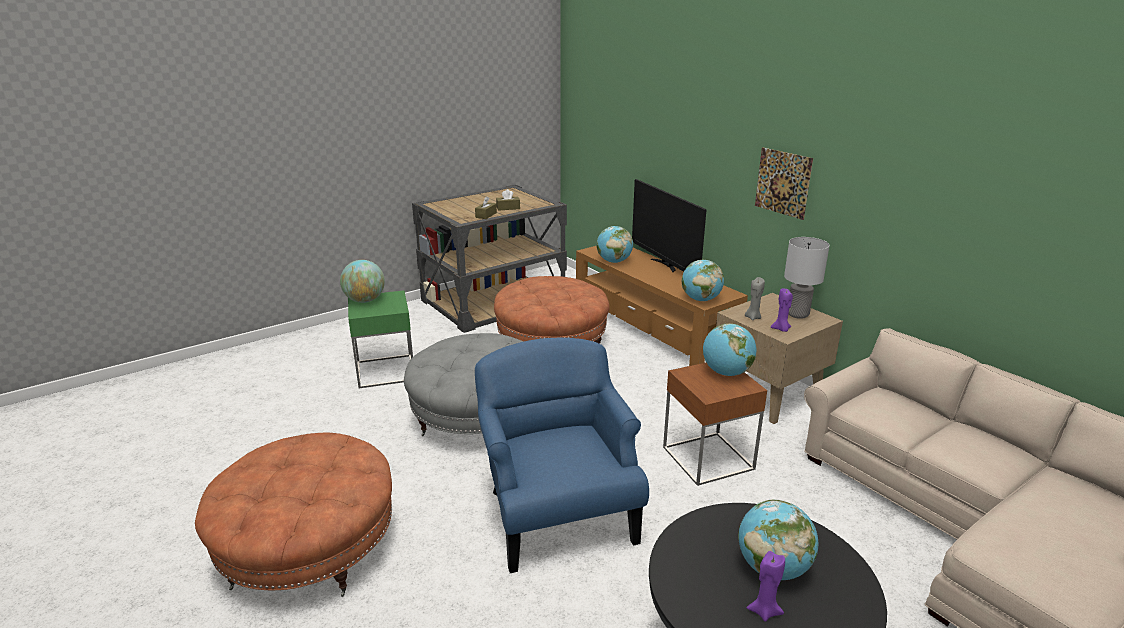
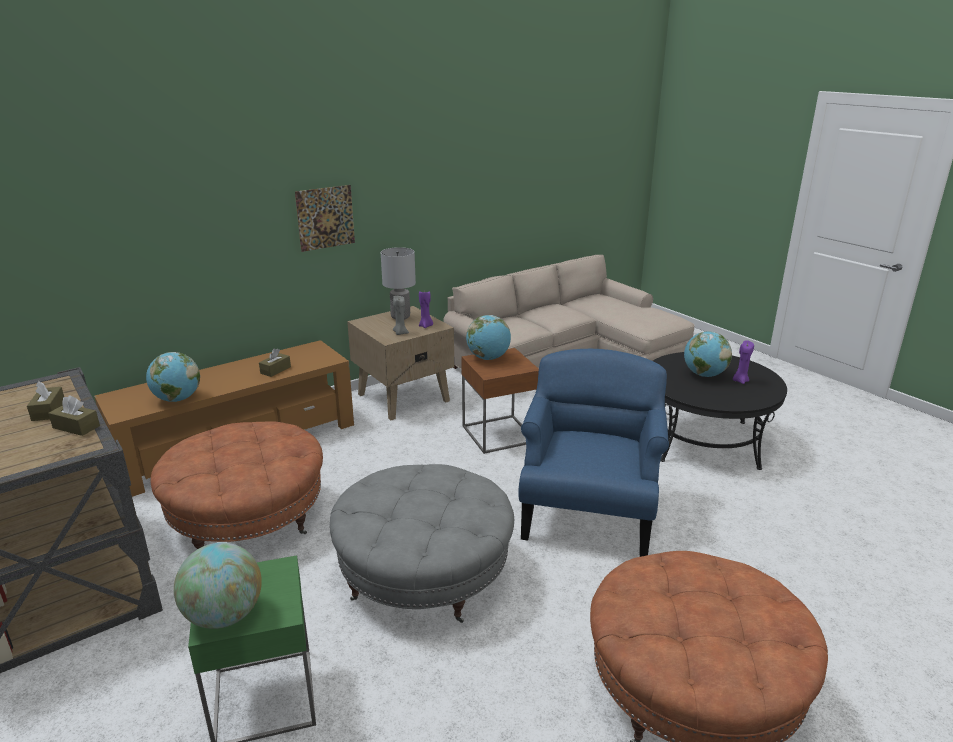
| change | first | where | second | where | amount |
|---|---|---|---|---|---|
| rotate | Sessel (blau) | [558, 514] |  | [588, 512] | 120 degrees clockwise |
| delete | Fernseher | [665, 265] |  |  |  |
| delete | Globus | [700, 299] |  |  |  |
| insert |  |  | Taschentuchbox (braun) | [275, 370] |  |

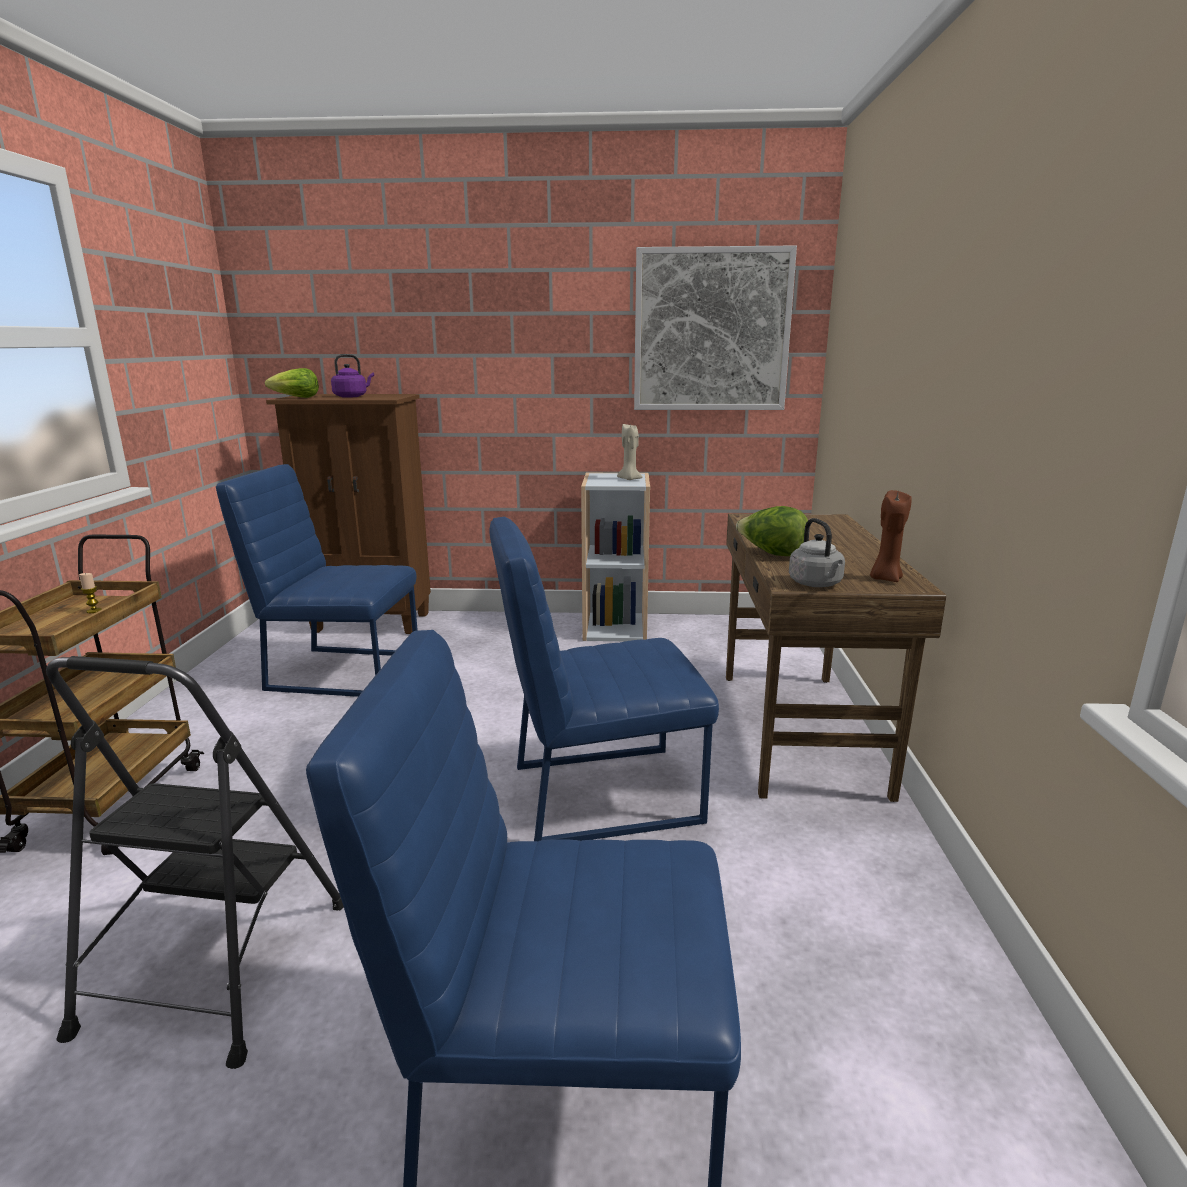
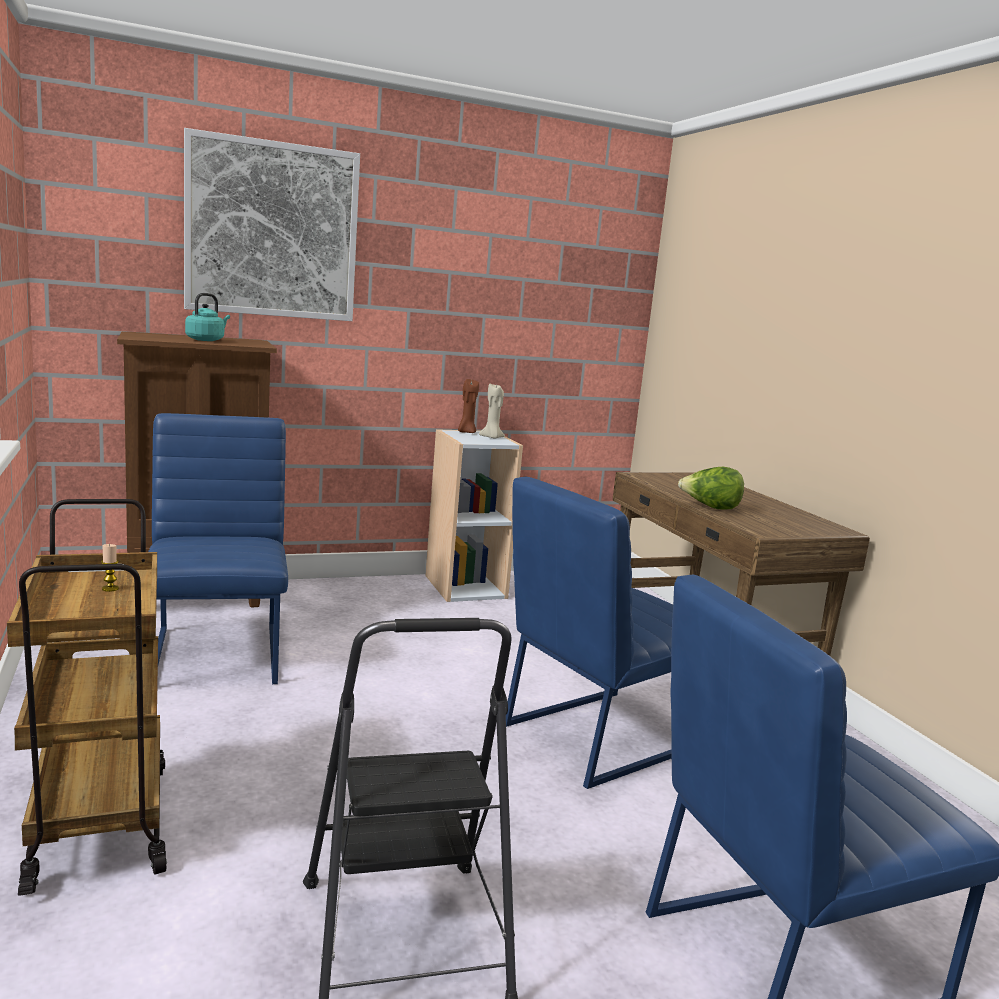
| change | first | where | second | where | amount |
|---|---|---|---|---|---|
| rotate | Stuhl (blau) | [341, 671] |  | [218, 653] | 90 degrees clockwise |
| delete | Salatkopf | [295, 397] |  |  |  |
| recolor | Wasserkessel (lila) | [352, 396] | Wasserkessel (türkis) | [206, 340] |  |
| move | Bild | [711, 330] |  | [272, 230] |  |
| delete | Wasserkessel (grau) | [816, 584] |  |  |  |
| move | Kerze (braun) | [885, 578] |  | [466, 432] |  |

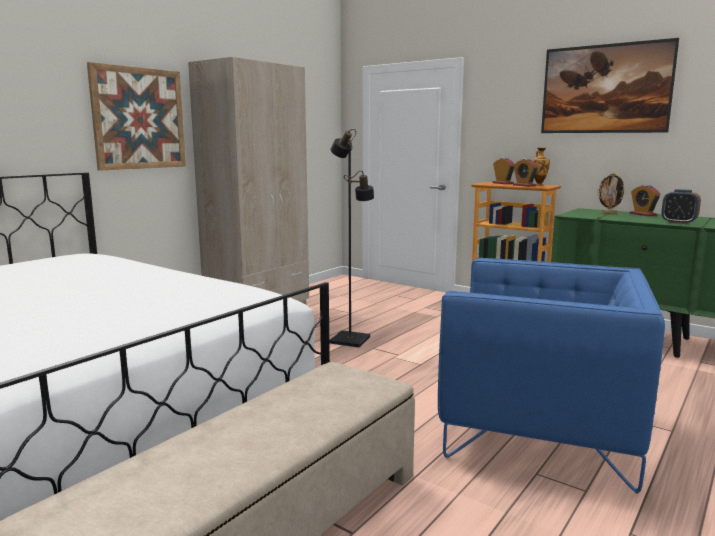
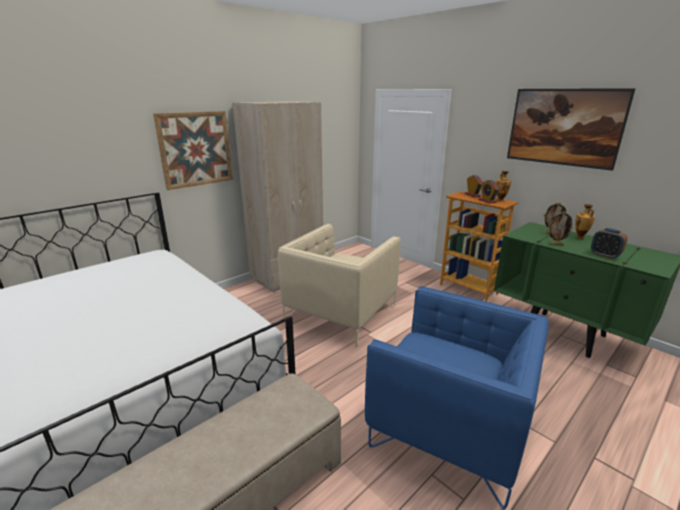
| change | first | where | second | where | amount |
|---|---|---|---|---|---|
| replace | Stehlampe (schwarz) | [350, 340] | Sessel (beige) | [341, 313] |  |
| replace | Wecker | [643, 214] | Vase | [580, 237] |  |
| insert |  |  | Bilderrahmen | [556, 245] |  |

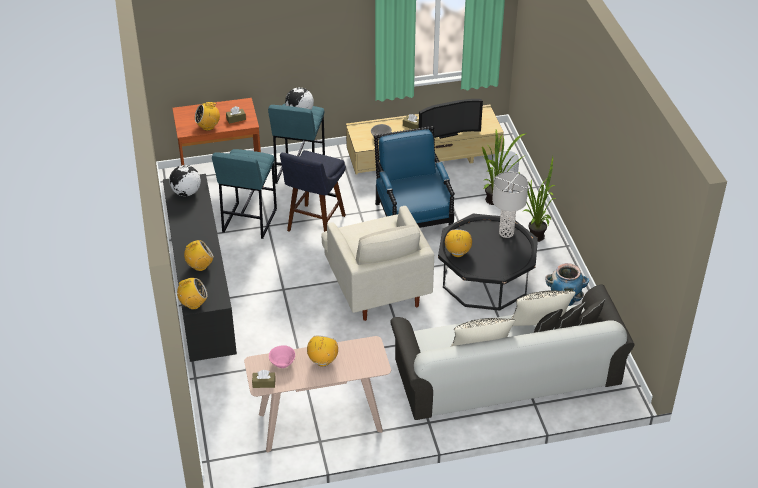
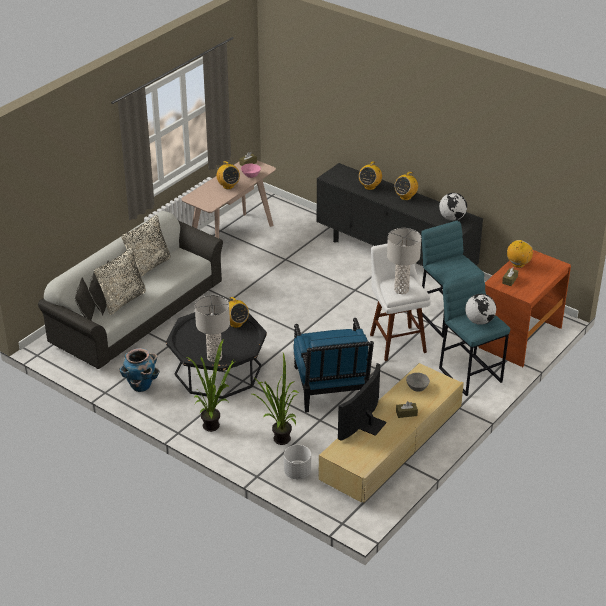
| change | first | where | second | where | amount |
|---|---|---|---|---|---|
| move | Radio | [193, 304] |  | [405, 197] |  |
| recolor | Hocker (blau) | [314, 225] | Hocker (weiß) | [396, 341] |  |
| delete | Sessel (beige) | [377, 287] |  |  |  |
| rotate | Sessel (blau) | [413, 217] |  | [331, 388] | 45 degrees clockwise |
| insert |  |  | Tischlampe (weiß) | [401, 290] |  |

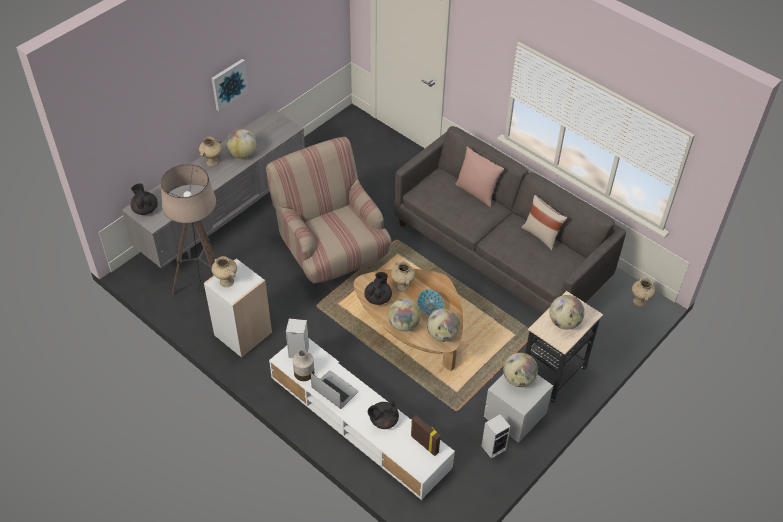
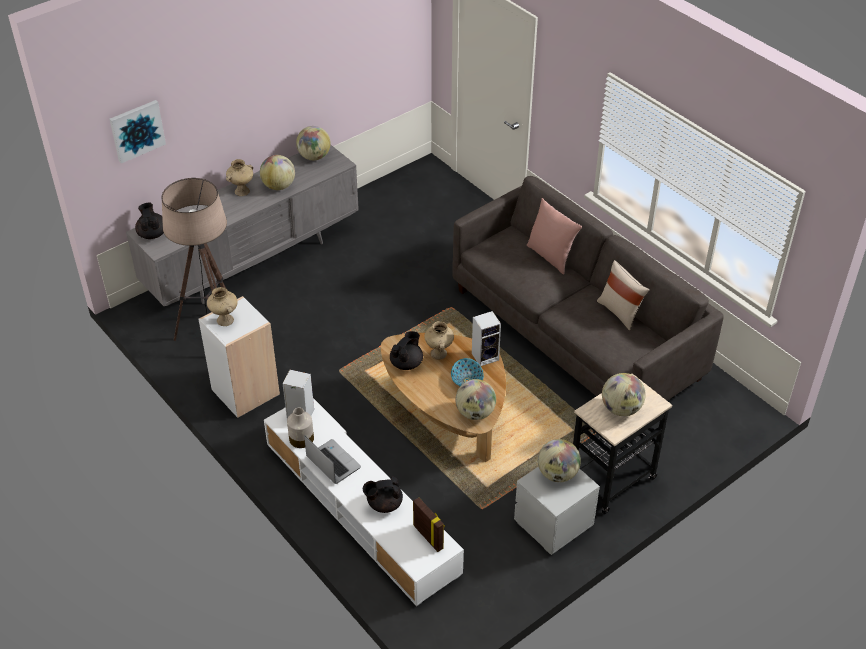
| change | first | where | second | where | amount |
|---|---|---|---|---|---|
| move | Bild | [229, 84] |  | [137, 130] |  |
| delete | Sessel (beige) | [331, 253] |  |  |  |
| move | Globus | [403, 325] |  | [314, 157] |  |
| move | Lautsprecher | [494, 447] |  | [486, 356] |  |
| delete | Vase (beige) | [639, 302] |  |  |  |

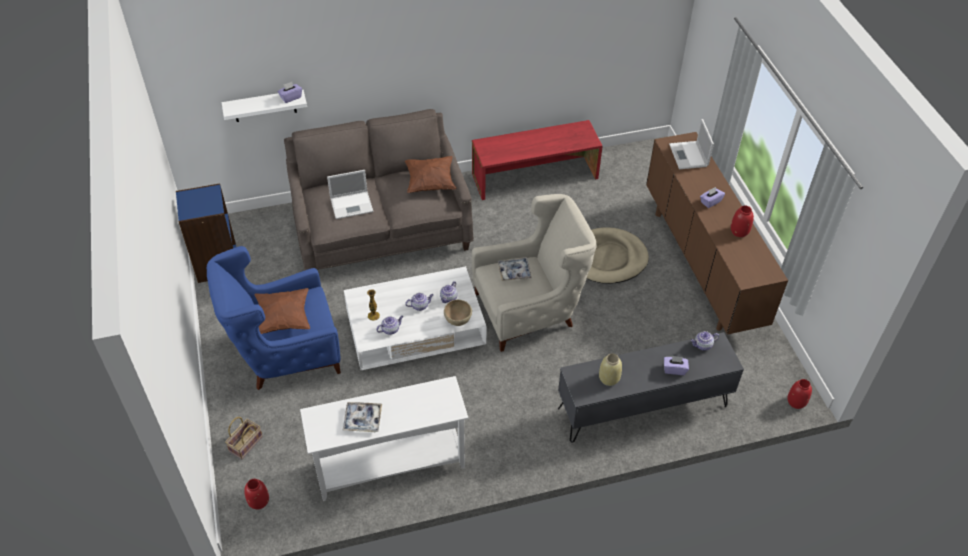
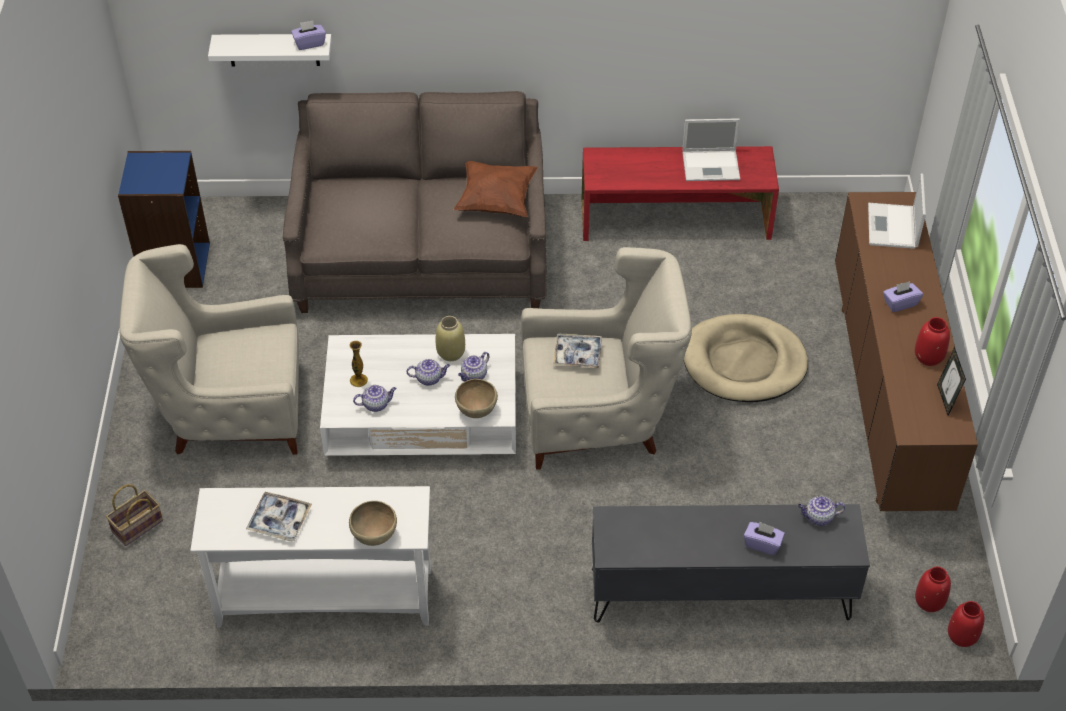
| change | first | where | second | where | amount |
|---|---|---|---|---|---|
| recolor | Sessel (blau) | [286, 354] | Sessel (beige) | [230, 412] |  |
| move | Vase (rot) | [258, 501] |  | [929, 602] |  |
| delete | Kissen (braun) | [283, 319] |  |  |  |
| move | Laptop | [352, 205] |  | [712, 165] |  |
| move | Vase (beige) | [609, 378] |  | [451, 352] |  |
| insert |  |  | Schüssel (braun) | [374, 536] |  |
| insert |  |  | Bilderrahmen | [945, 399] |  |

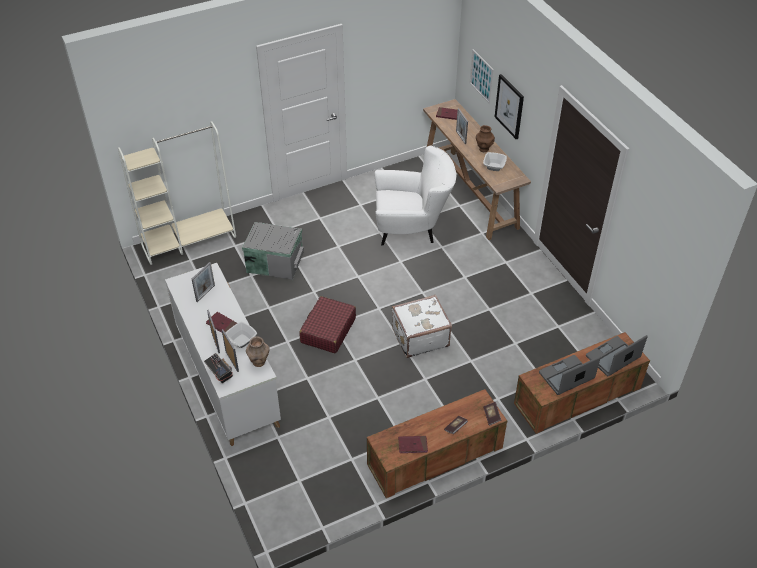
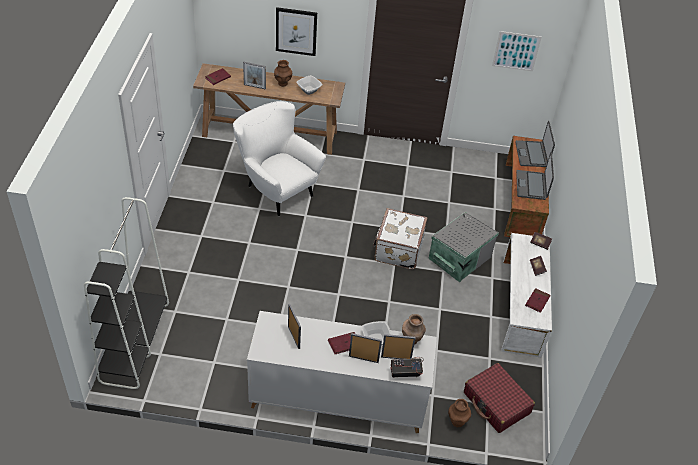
| change | first | where | second | where | amount |
|---|---|---|---|---|---|
| recolor | Kleiderständer (beige) | [189, 243] | Kleiderständer (schwarz) | [135, 343] |  |
| move | Aufbewahrungsbox (grau) | [274, 261] |  | [458, 258] |  |
| move | Koffer (rot) | [328, 330] |  | [496, 403] |  |
| recolor | Bank (braun) | [435, 457] | Bank (weiß) | [522, 307] |  |
| rotate | Sessel (weiß) | [411, 230] |  | [276, 189] | 75 degrees counterclockwise |
| move | Bild | [481, 76] |  | [516, 51] |  |
| insert |  |  | Vase (braun) | [457, 422] |  |

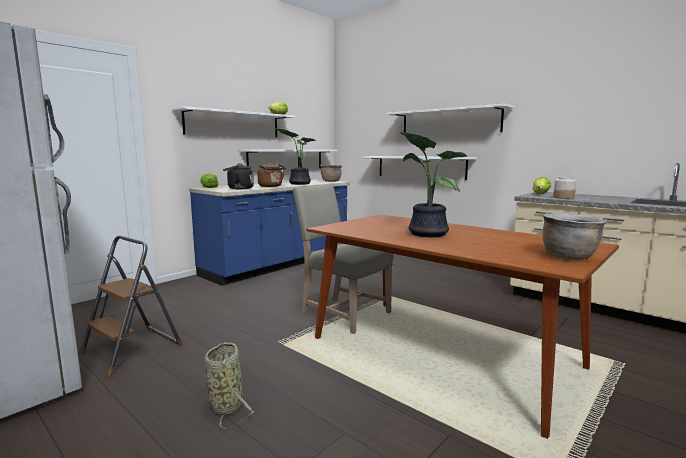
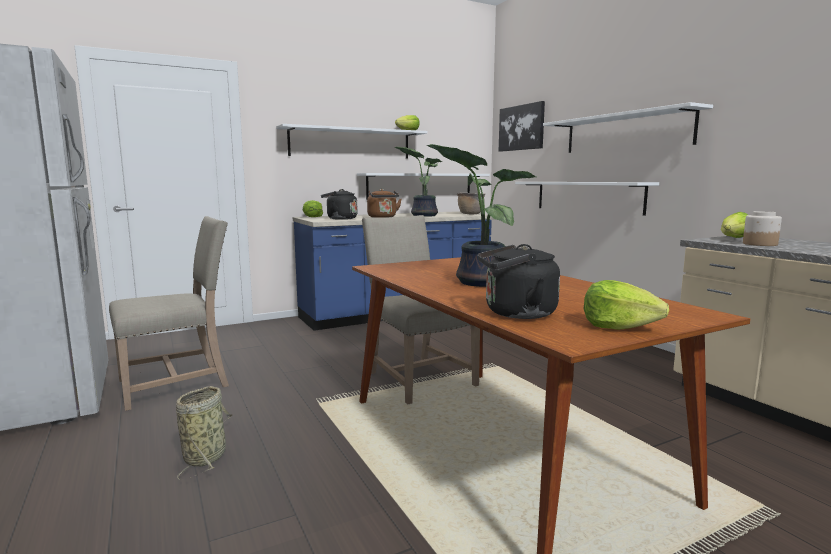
| change | first | where | second | where | amount |
|---|---|---|---|---|---|
| replace | Trittleiter (braun) | [135, 348] | Stuhl (beige) | [177, 383] |  |
| replace | Kochtopf (braun) | [568, 257] | Salatkopf | [618, 326] |  |
| insert |  |  | Wasserkessel (schwarz) | [516, 313] |  |
| insert |  |  | Bild | [521, 127] |  |

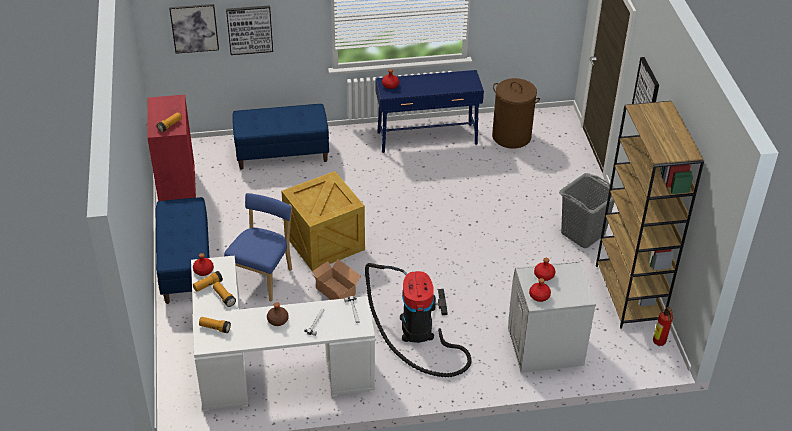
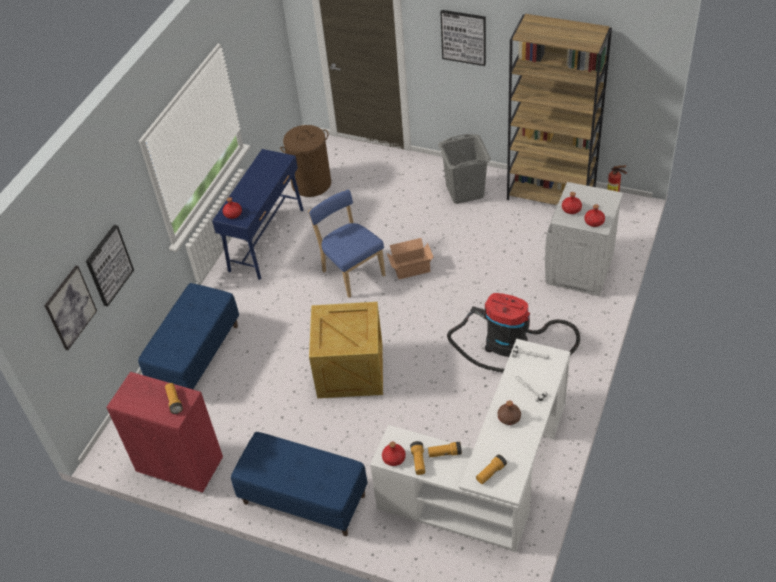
| change | first | where | second | where | amount |
|---|---|---|---|---|---|
| move | Stuhl (blau) | [263, 277] |  | [351, 272] |  |
| move | Karton | [336, 290] |  | [410, 267] |  |

